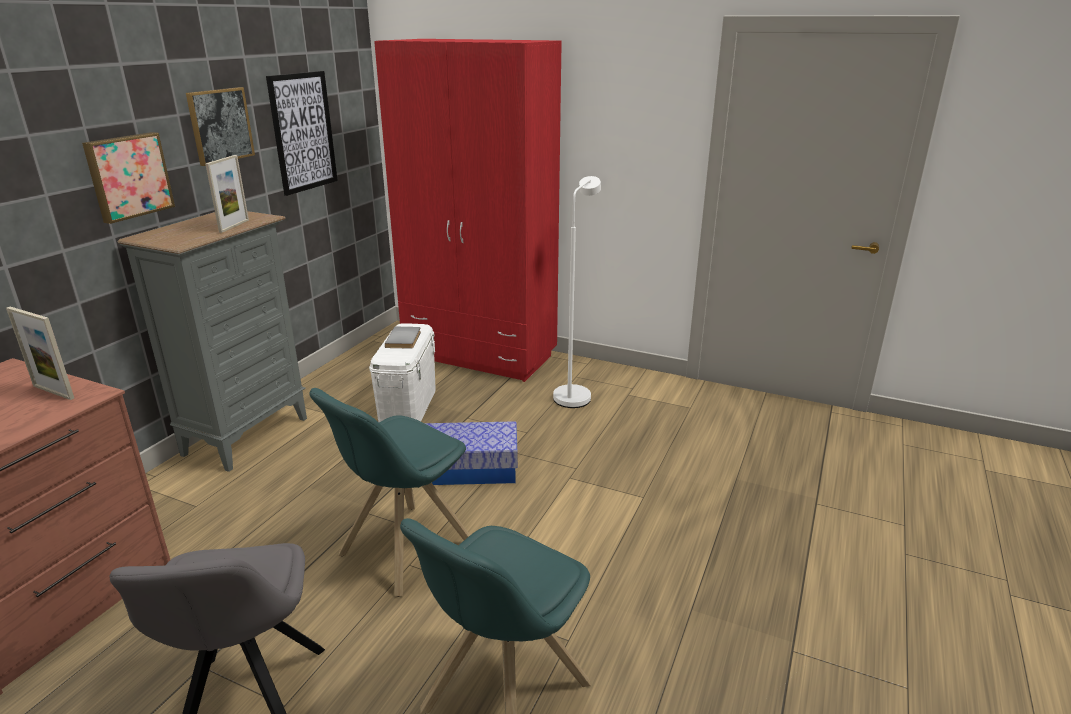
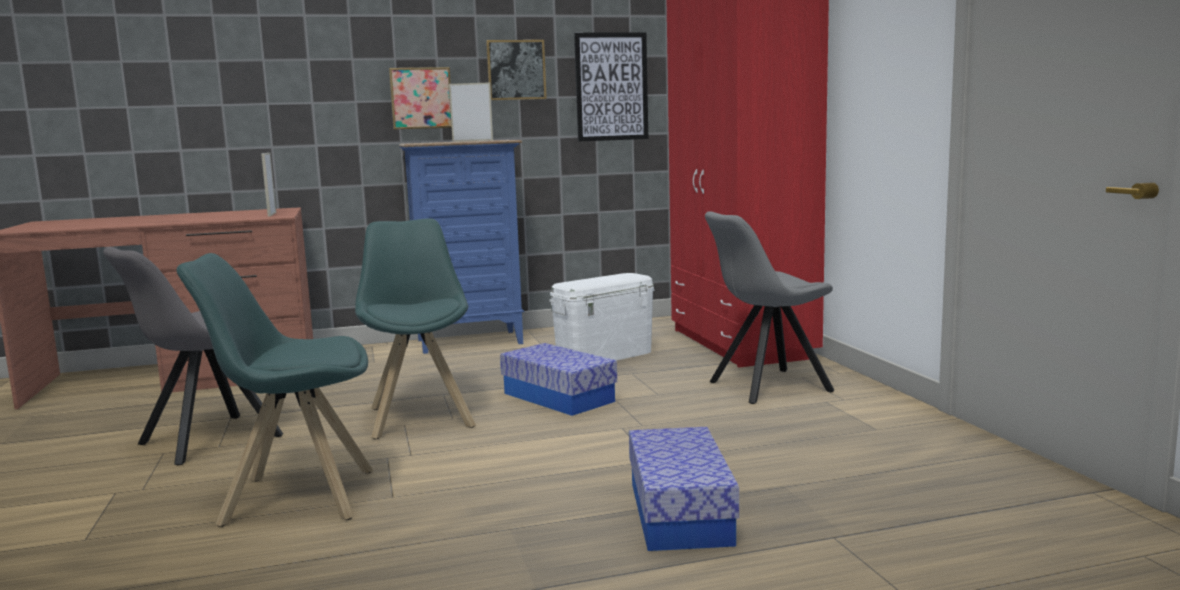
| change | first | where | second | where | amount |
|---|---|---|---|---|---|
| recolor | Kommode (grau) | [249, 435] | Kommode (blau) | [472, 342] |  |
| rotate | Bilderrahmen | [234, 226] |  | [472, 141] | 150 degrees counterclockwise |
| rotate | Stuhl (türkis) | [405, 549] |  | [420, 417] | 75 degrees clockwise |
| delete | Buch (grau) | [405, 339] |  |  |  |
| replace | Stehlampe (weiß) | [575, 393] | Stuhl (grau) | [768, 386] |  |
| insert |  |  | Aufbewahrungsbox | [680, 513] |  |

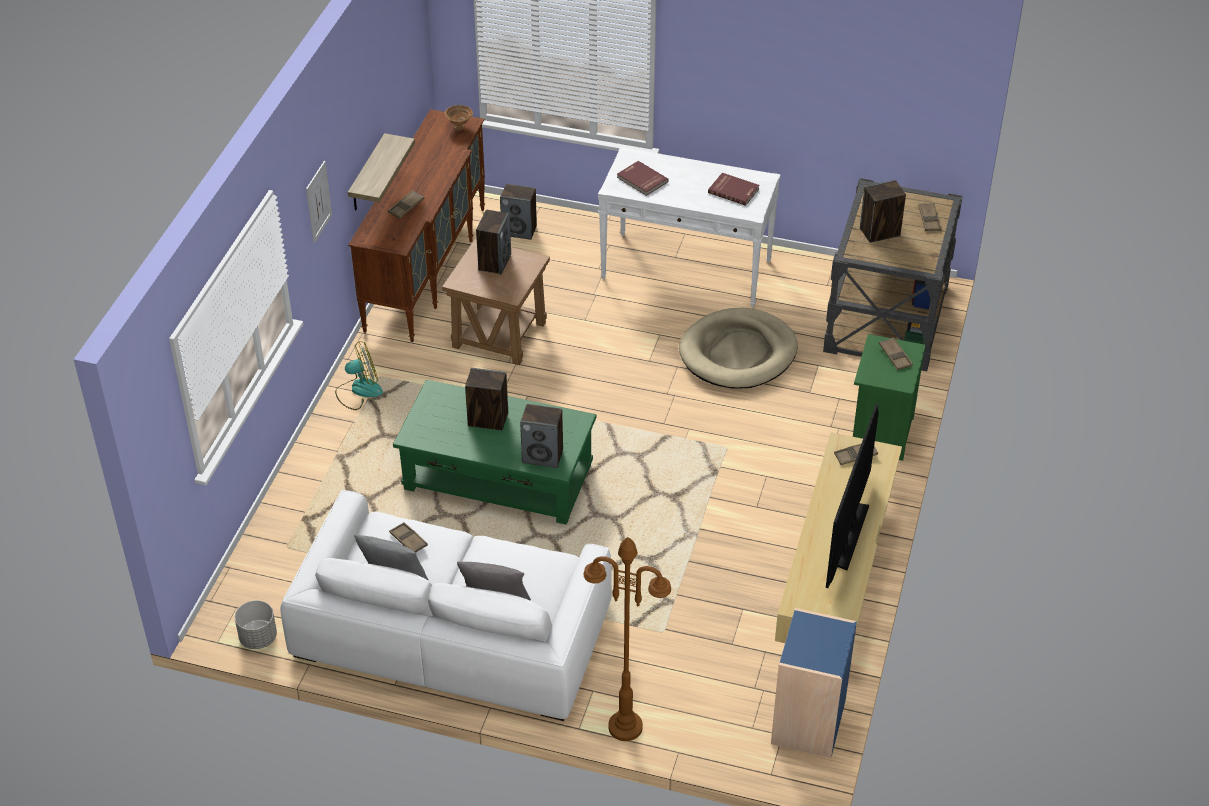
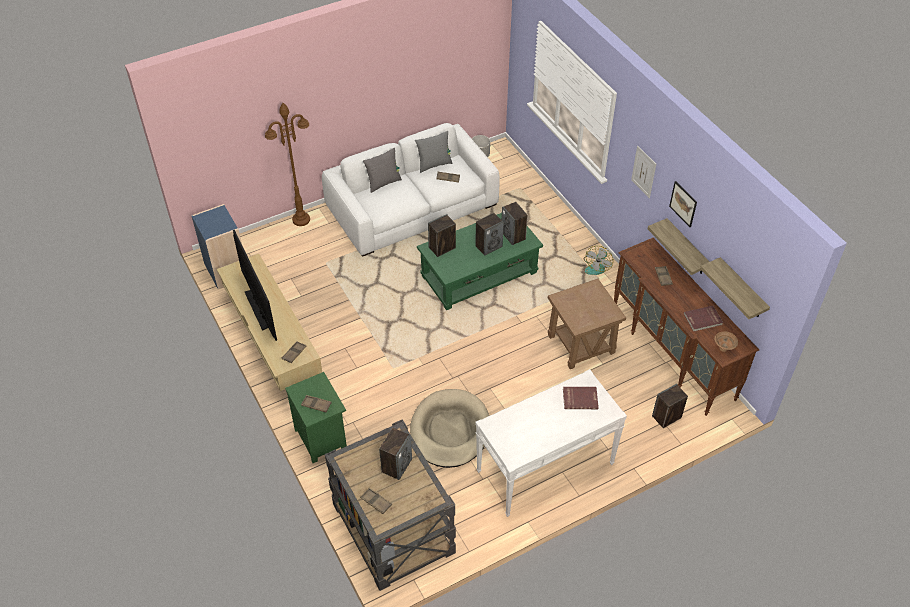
| change | first | where | second | where | amount |
|---|---|---|---|---|---|
| move | Lautsprecher | [494, 262] |  | [513, 235] |  |
| move | Buch (rot) | [734, 190] |  | [703, 320] |  |
| insert |  |  | Bild | [683, 204] |  |
| insert |  |  | Wandregal | [742, 289] |  |

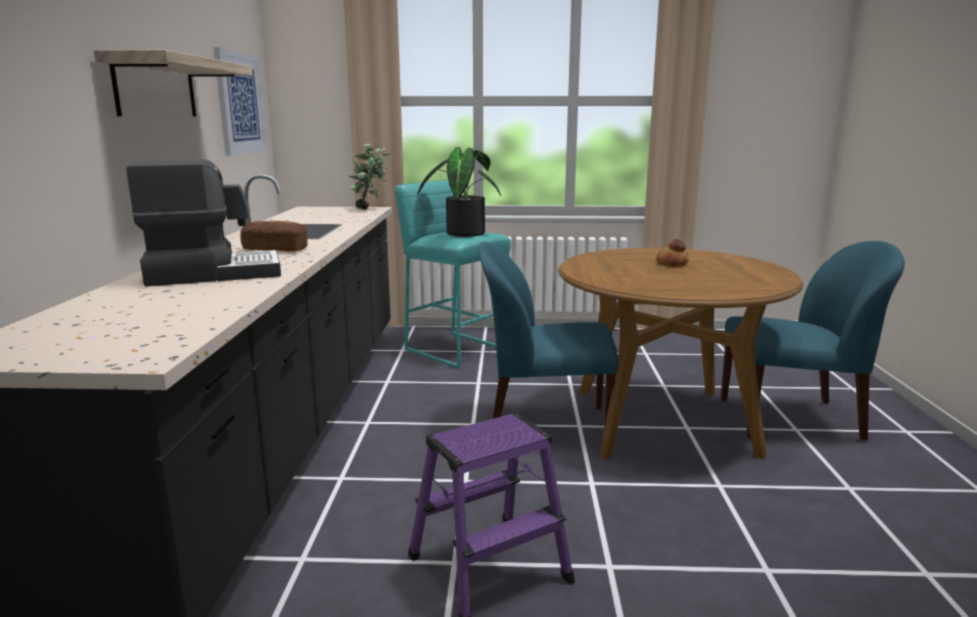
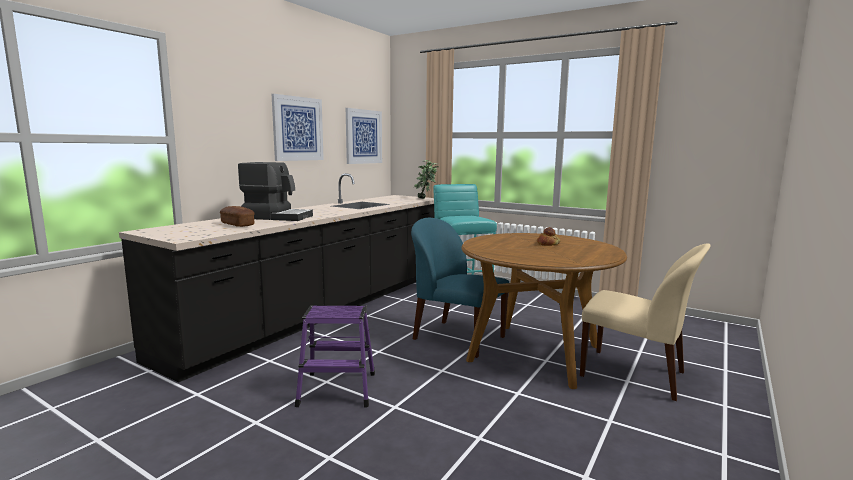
| change | first | where | second | where | amount |
|---|---|---|---|---|---|
| replace | Wandregal | [156, 88] | Bild | [298, 129] |  |
| move | Brot | [275, 249] |  | [237, 224] |  |
| delete | Topfpflanze | [462, 233] |  |  |  |
| recolor | Stuhl (blau) | [792, 419] | Stuhl (beige) | [635, 375] |  |

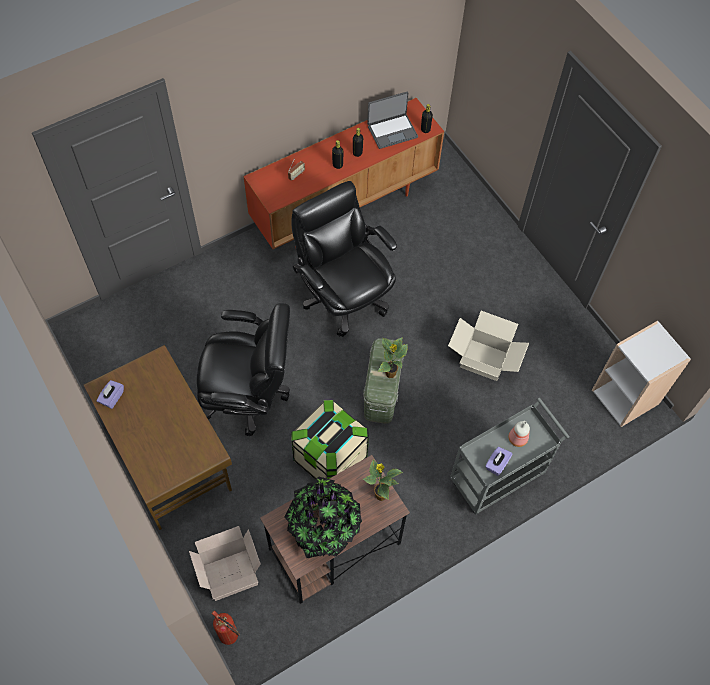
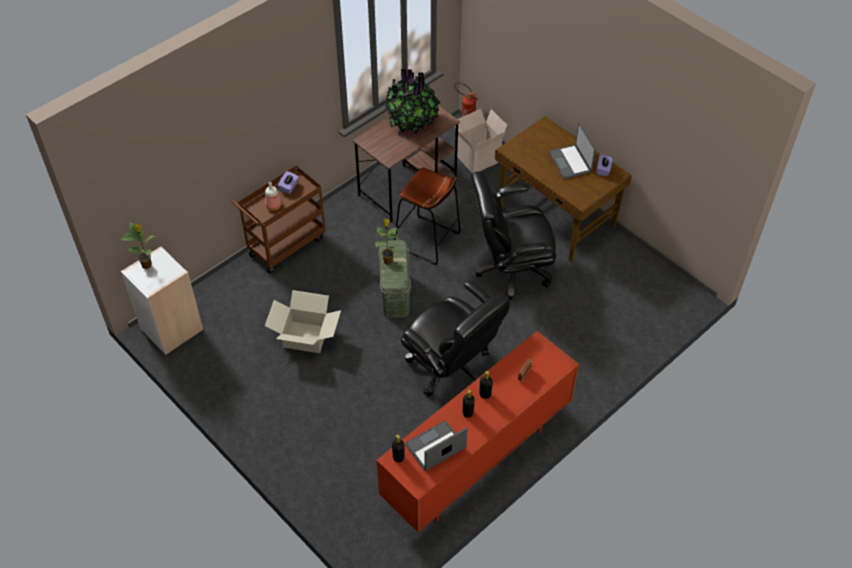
| change | first | where | second | where | amount |
|---|---|---|---|---|---|
| replace | Aufbewahrungsbox | [330, 457] | Hocker (braun) | [427, 240] |  |
| move | Topfpflanze | [380, 494] |  | [147, 265] |  |
| recolor | Rollwagen (grau) | [498, 478] | Rollwagen (braun) | [285, 248] |  |
| insert |  |  | Laptop | [571, 162] |  |

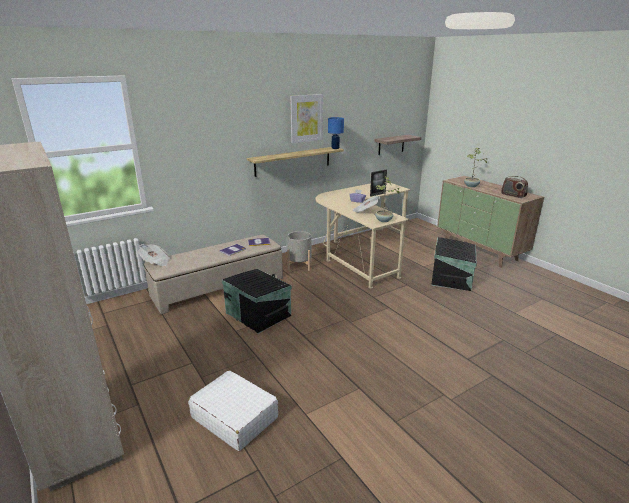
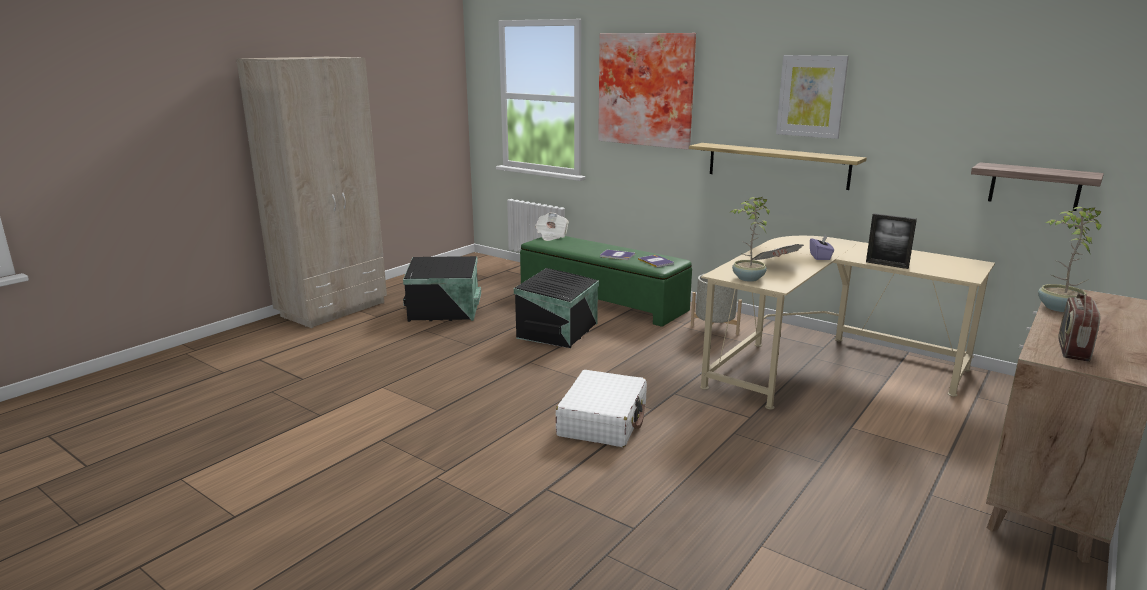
| change | first | where | second | where | amount |
|---|---|---|---|---|---|
| recolor | Bank (beige) | [219, 286] | Bank (grün) | [603, 300] |  |
| move | Koffer (weiß) | [234, 417] |  | [603, 421] |  |
| delete | Tischlampe (blau) | [335, 148] |  |  |  |
| move | Aufbewahrungsbox (schwarz) | [452, 277] |  | [445, 311] |  |
| insert |  |  | Bild | [647, 90] |  |

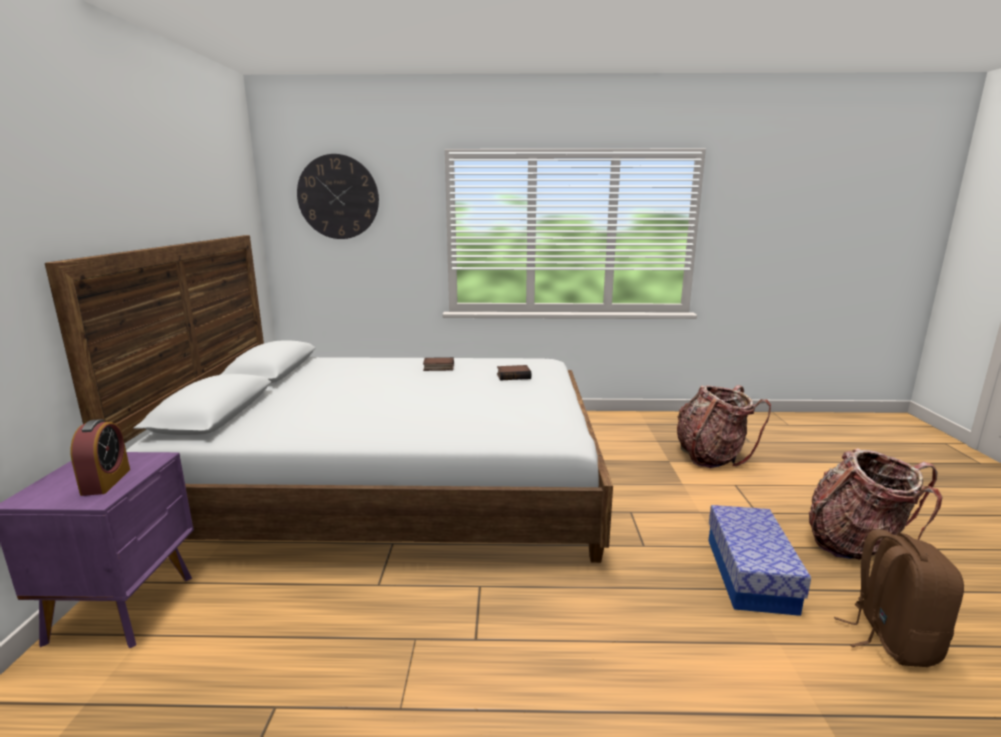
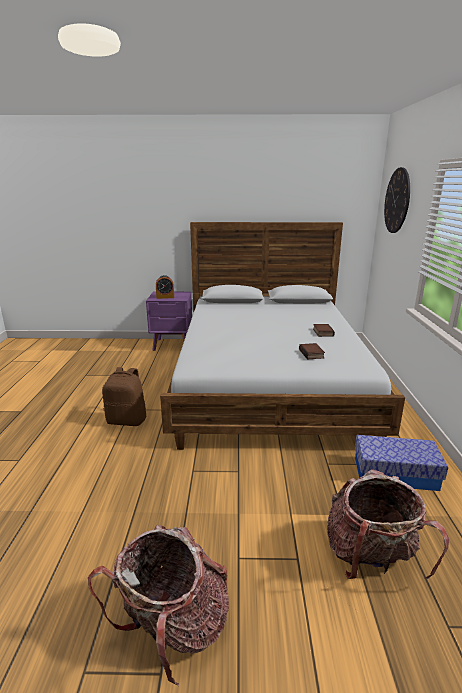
| change | first | where | second | where | amount |
|---|---|---|---|---|---|
| move | Aufbewahrungsbox | [750, 574] |  | [395, 474] |  |
| move | Rucksack (braun) | [890, 639] |  | [127, 420] |  |

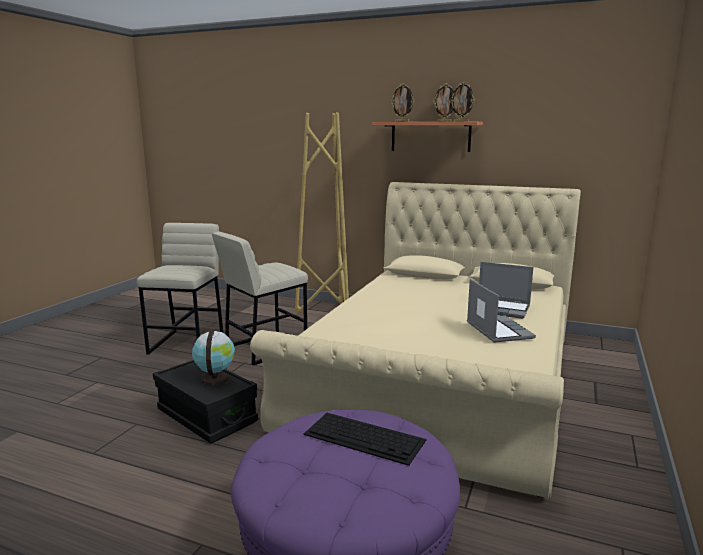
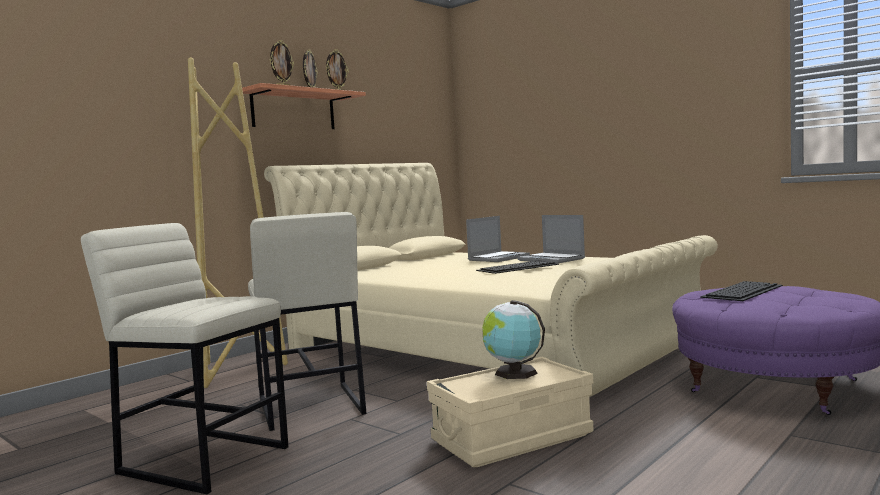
| change | first | where | second | where | amount |
|---|---|---|---|---|---|
| recolor | Aufbewahrungsbox (schwarz) | [207, 416] | Aufbewahrungsbox (beige) | [512, 438] |  |
| rotate | Laptop | [497, 330] |  | [552, 259] | 135 degrees counterclockwise |
| insert |  |  | Tastatur | [518, 267] |  |

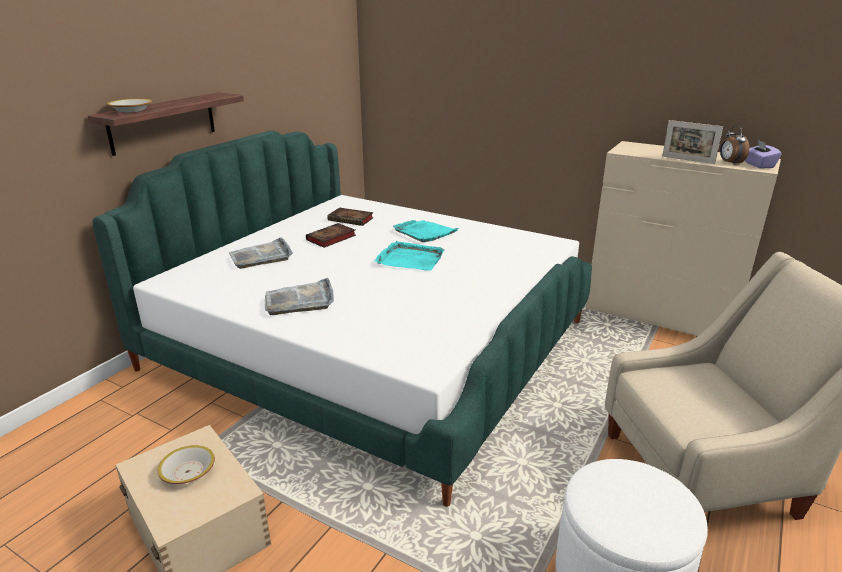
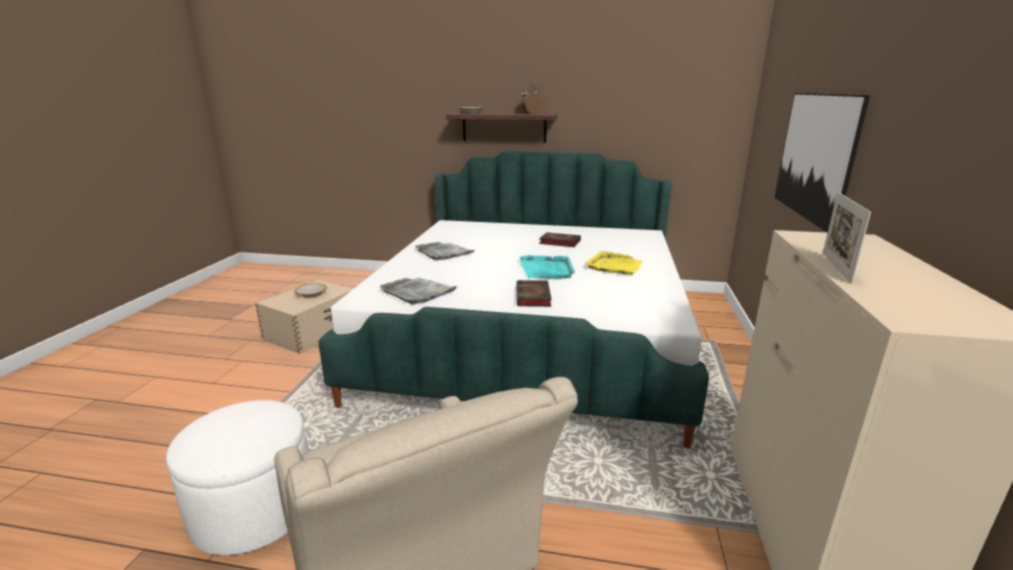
| change | first | where | second | where | amount |
|---|---|---|---|---|---|
| move | Tablett (grau) | [261, 256] |  | [418, 292] |  |
| move | Buch | [352, 219] |  | [533, 297] |  |
| recolor | Tablett (türkis) | [425, 232] | Tablett (gelb) | [614, 266] |  |
| move | Wecker | [729, 163] |  | [530, 114] |  |
| delete | Taschentuchbox (lila) | [758, 165] |  |  |  |
| insert |  |  | Bild | [814, 156] |  |

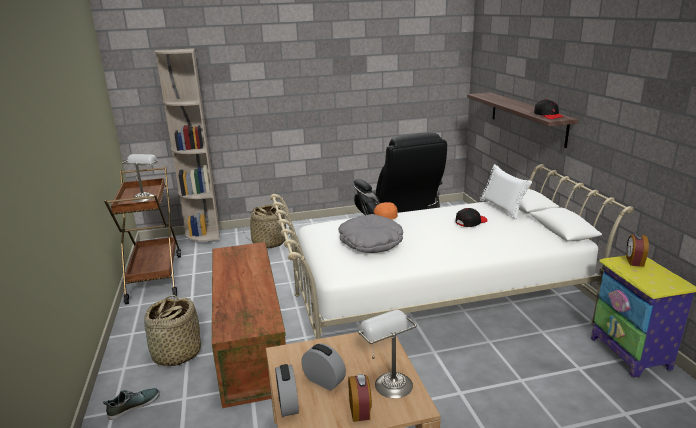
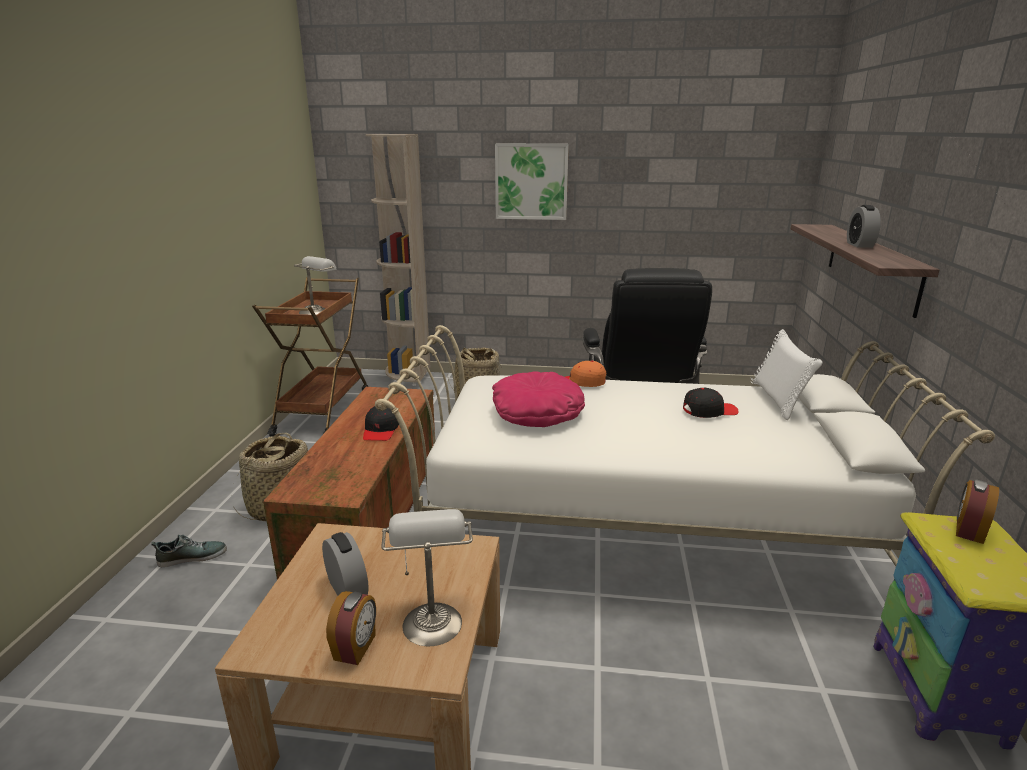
| change | first | where | second | where | amount |
|---|---|---|---|---|---|
| move | Wecker | [288, 404] |  | [859, 245] |  |
| recolor | Kissen (grau) | [372, 243] | Kissen (rosa) | [538, 413] |  |
| move | Kappe (schwarz) | [548, 115] |  | [381, 430] |  |
| insert |  |  | Bild | [531, 182] |  |

